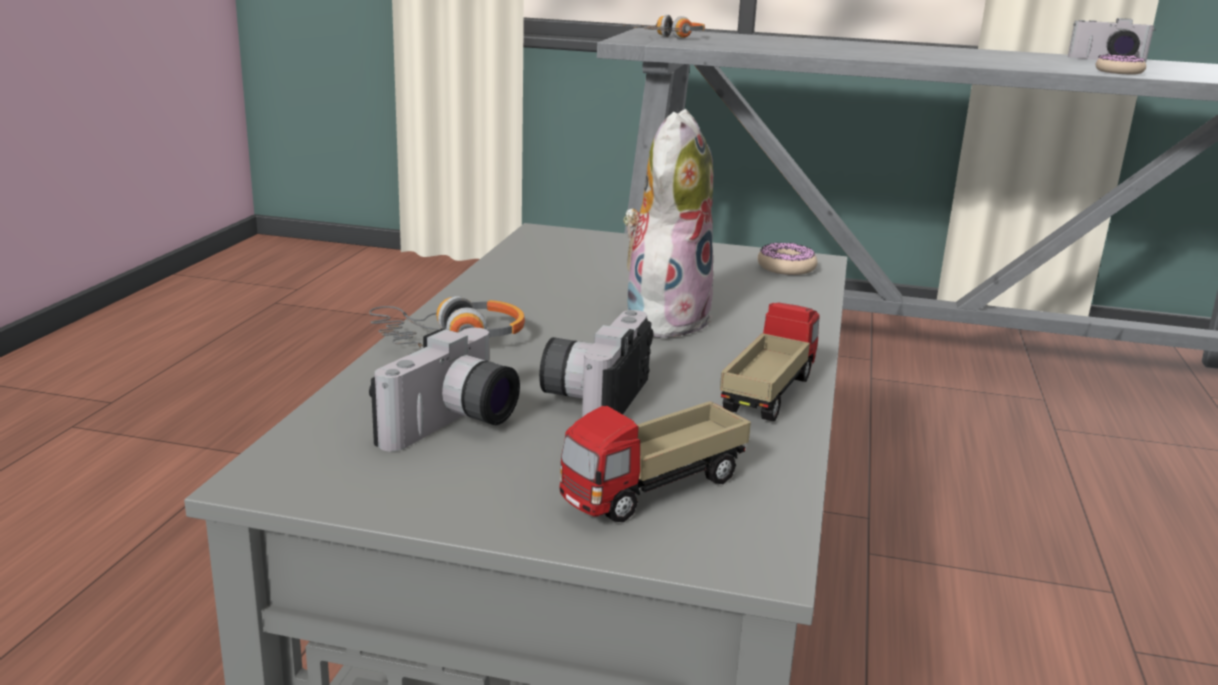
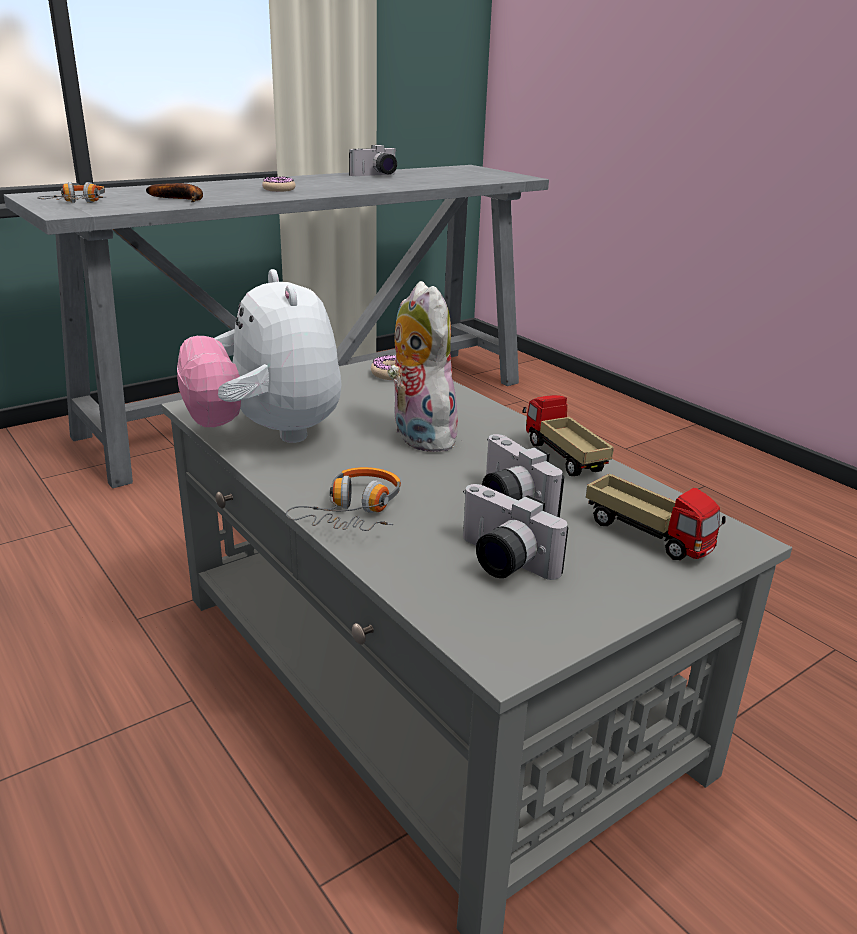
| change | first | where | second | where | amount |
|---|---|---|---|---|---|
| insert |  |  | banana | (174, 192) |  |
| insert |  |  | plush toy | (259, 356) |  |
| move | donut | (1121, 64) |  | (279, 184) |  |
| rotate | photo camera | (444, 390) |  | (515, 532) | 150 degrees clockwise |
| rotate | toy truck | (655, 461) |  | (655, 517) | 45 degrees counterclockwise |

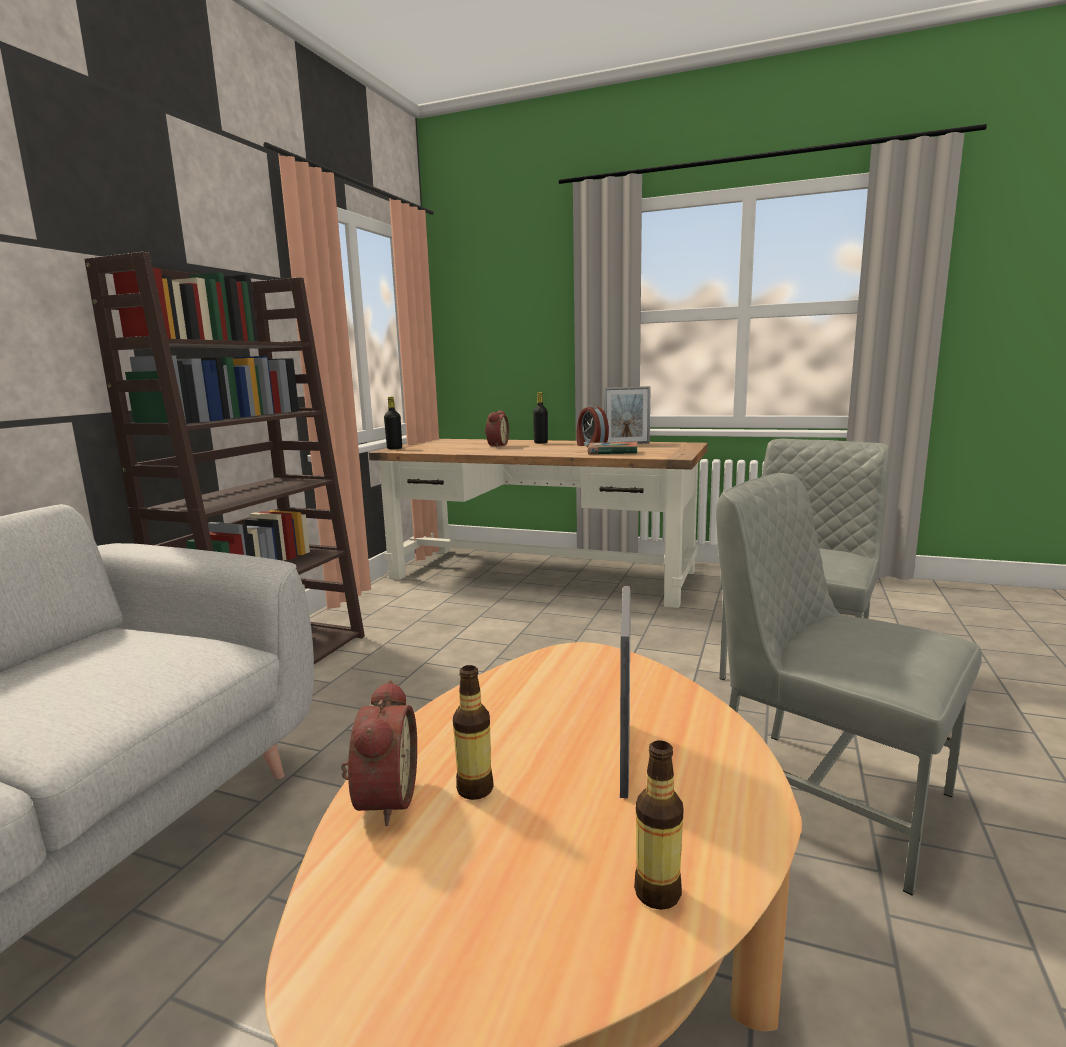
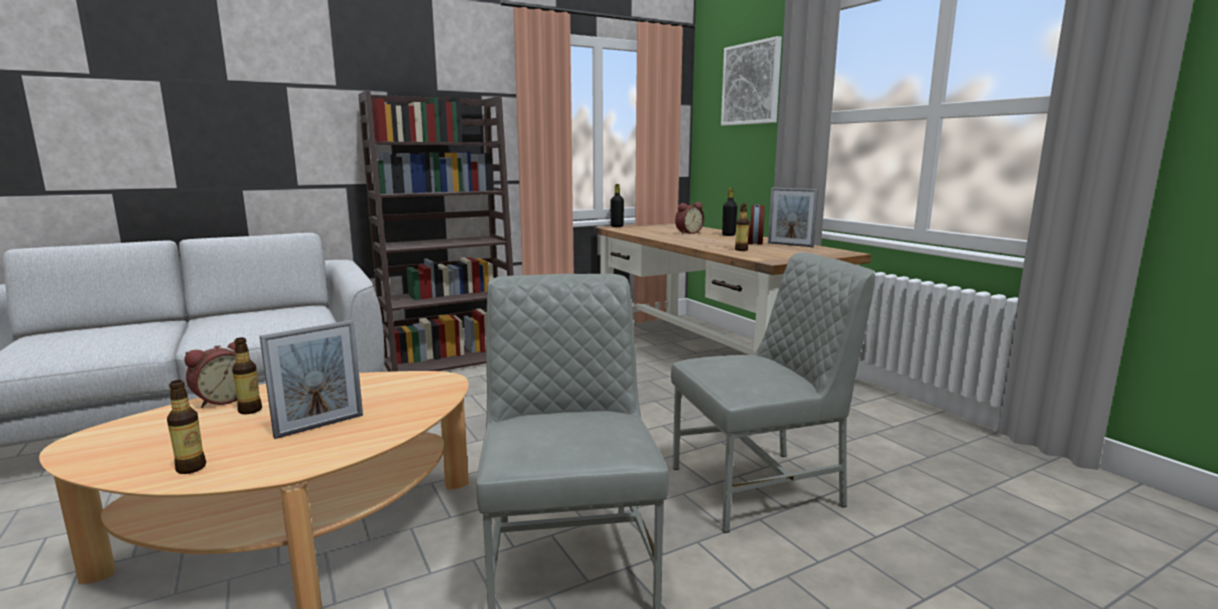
| change | first | where | second | where | amount |
|---|---|---|---|---|---|
| insert |  |  | picture | (751, 81) |  |
| replace | book | (612, 447) | bottle | (742, 227) |  |

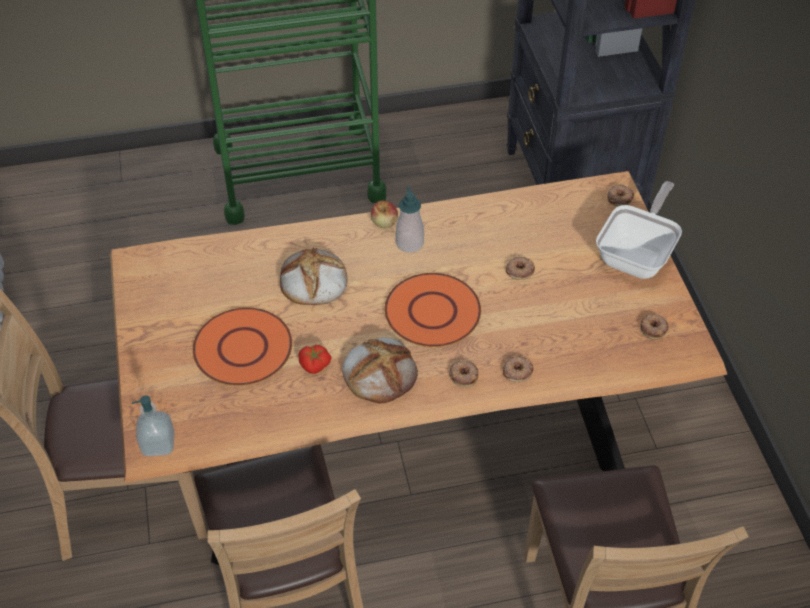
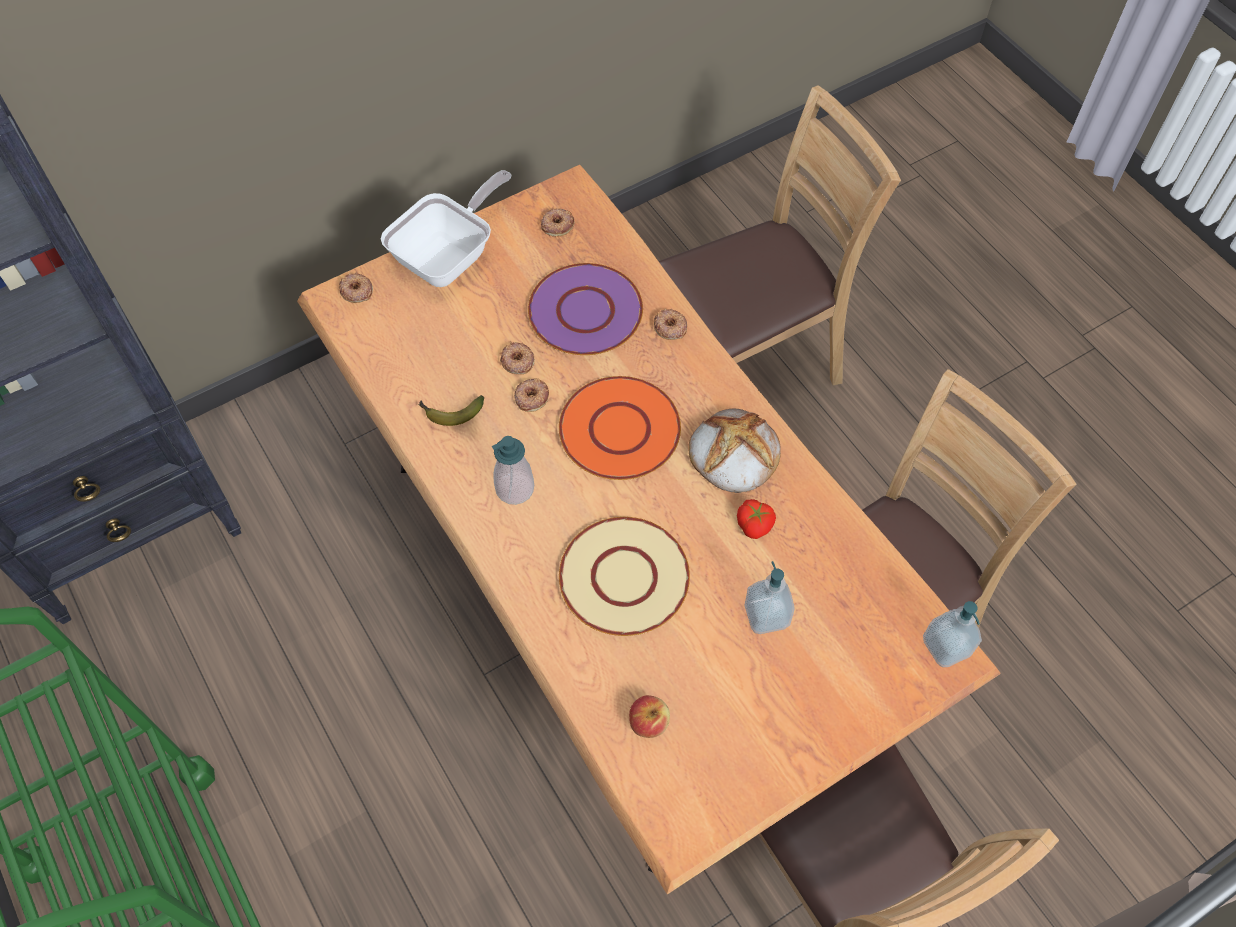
| change | first | where | second | where | amount |
|---|---|---|---|---|---|
| insert |  |  | banana | (451, 410) |  |
| insert |  |  | purple plate | (585, 309) |  |
| move | apple | (384, 214) |  | (649, 716) |  |
| move | donut | (463, 374) |  | (531, 395) |  |
| replace | orange plate | (242, 346) | soap dispenser | (769, 597) |  |
| replace | bread | (314, 276) | beige plate | (624, 576) |  |
| rotate | frying pan | (639, 230) |  | (446, 228) | 120 degrees clockwise |

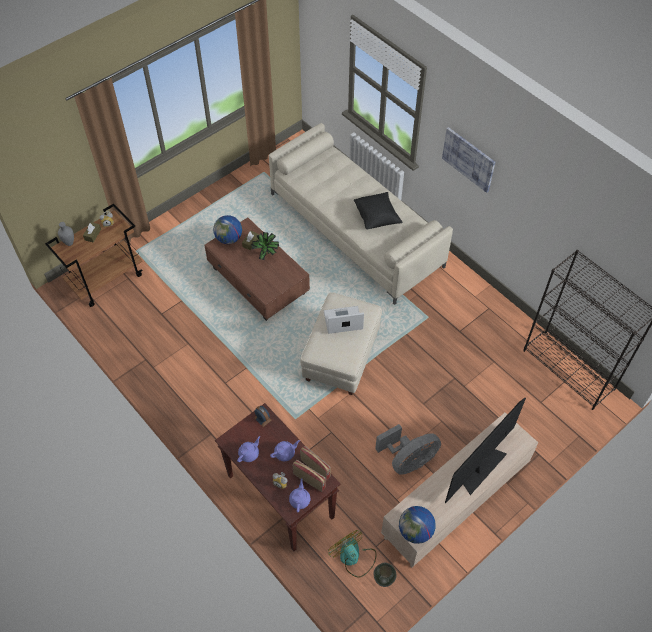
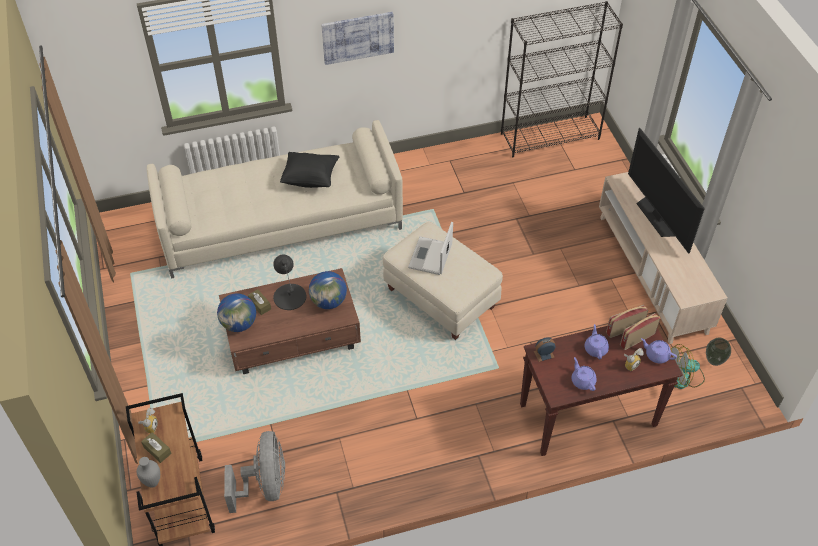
| change | first | where | second | where | amount |
|---|---|---|---|---|---|
| move | grey fan | (408, 449) |  | (254, 472) |  |
| move | globe | (417, 525) |  | (328, 290) |  |
| replace | potted plant | (265, 246) | black table lamp | (289, 282) |  |

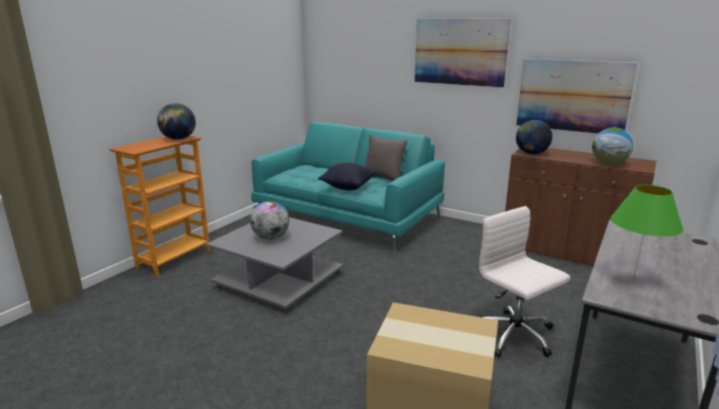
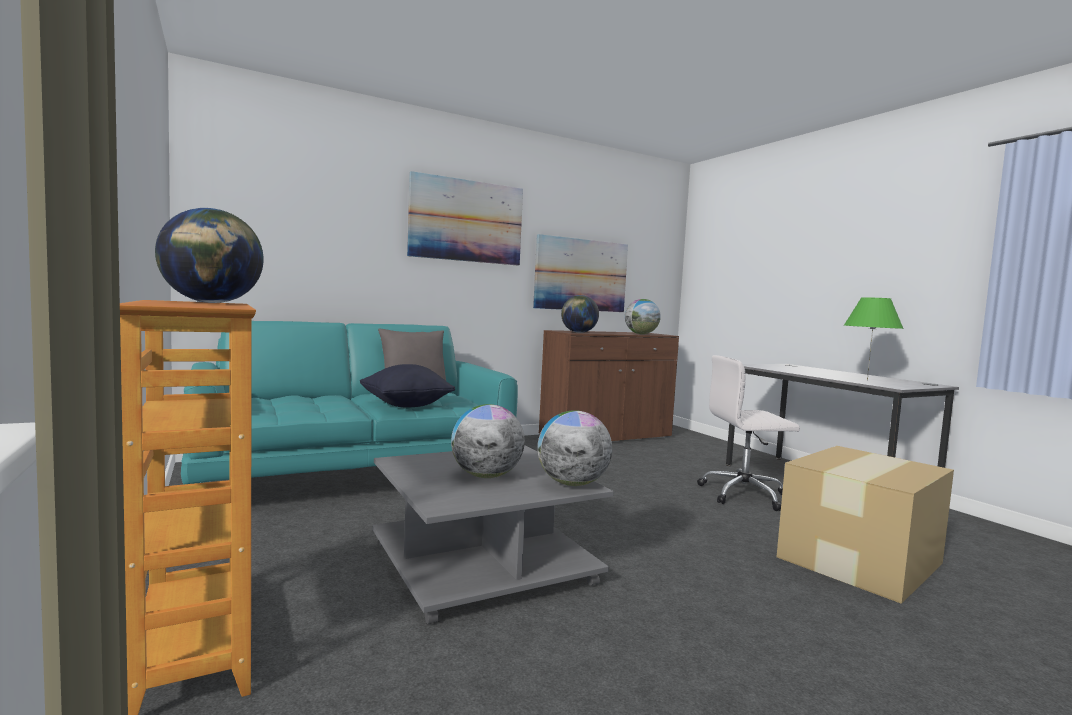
| change | first | where | second | where | amount |
|---|---|---|---|---|---|
| insert |  |  | globe | (574, 448) |  |

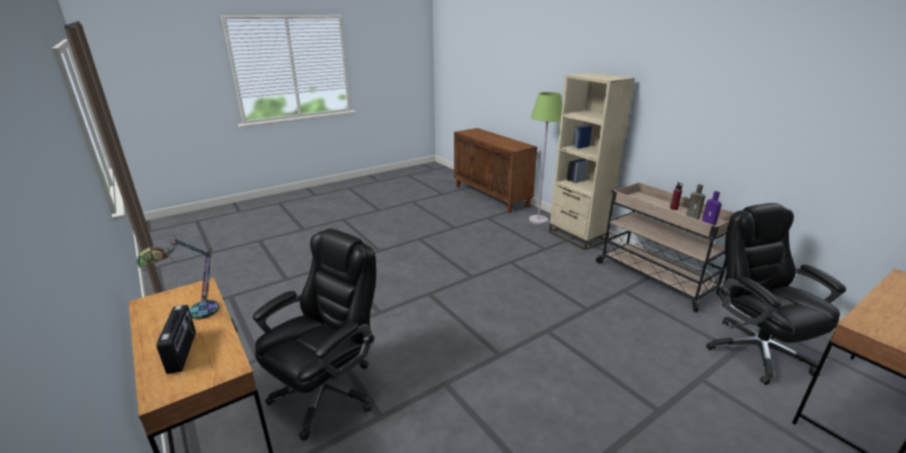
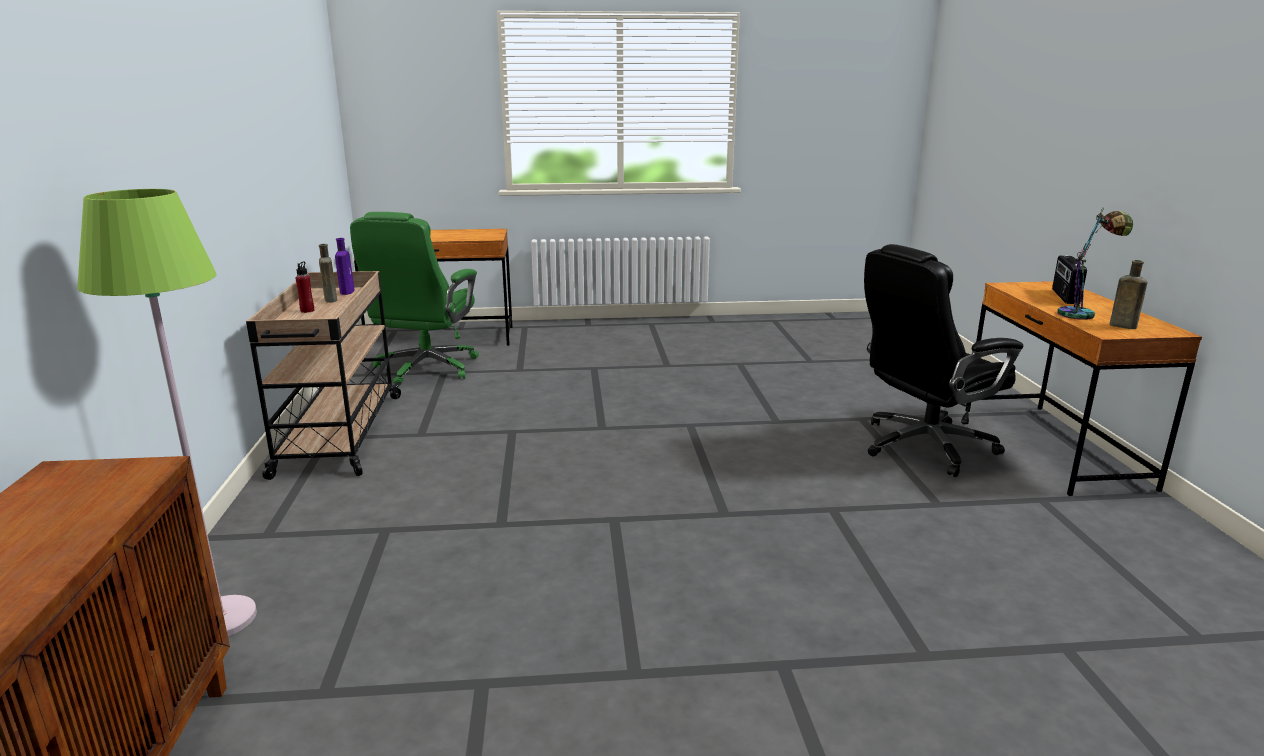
| change | first | where | second | where | amount |
|---|---|---|---|---|---|
| delete | beige bookcase | (592, 161) |  |  |  |
| insert |  |  | brown bottle | (1128, 294) |  |
| recolor | black office chair | (776, 294) | green office chair | (414, 299) |  |

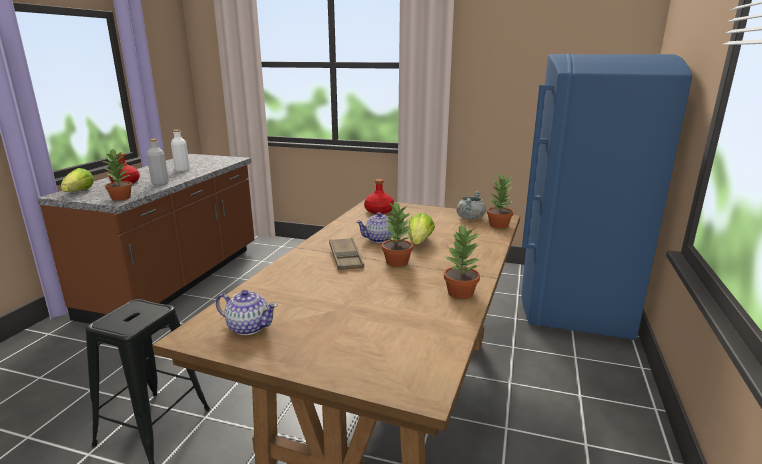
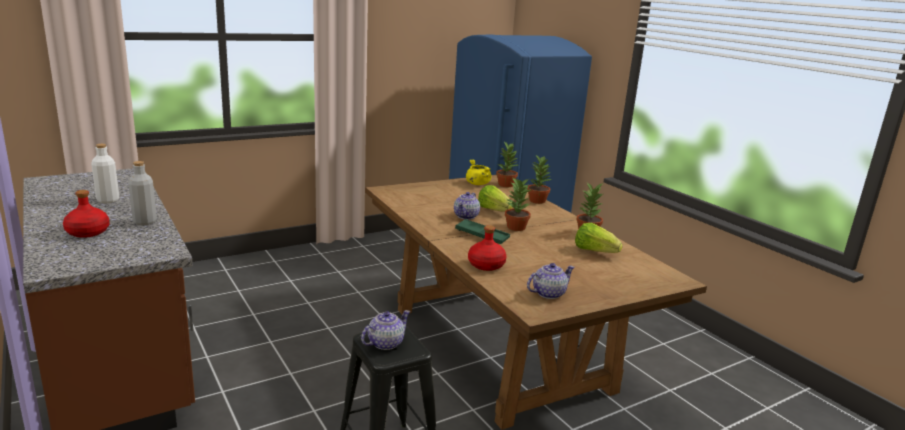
| change | first | where | second | where | amount |
|---|---|---|---|---|---|
| insert |  |  | teapot | (385, 330) |  |
| move | lettuce | (77, 180) |  | (599, 238) |  |
| move | potted plant | (117, 175) |  | (539, 179) |  |
| move | red bottle | (379, 196) |  | (487, 248) |  |
| recolor | brown tray | (346, 254) | green tray | (482, 231) |  |
| recolor | grey cooking pot | (471, 205) | yellow cooking pot | (479, 172) |  |

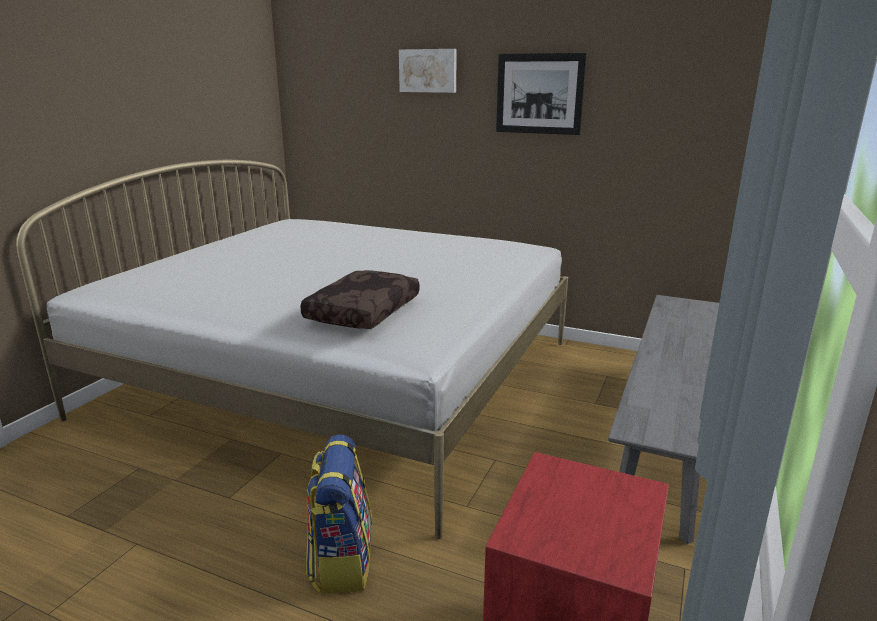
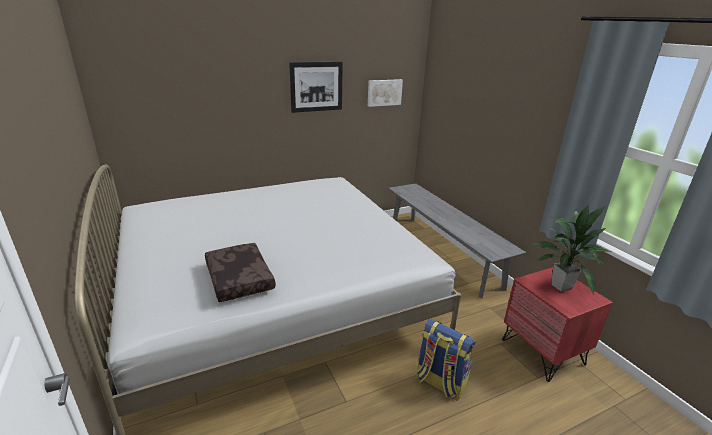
| change | first | where | second | where | amount |
|---|---|---|---|---|---|
| insert |  |  | potted plant | (572, 249) |  |
| move | brown pillow | (360, 299) |  | (240, 272) |  |
| move | picture | (428, 71) |  | (385, 93) |  |

